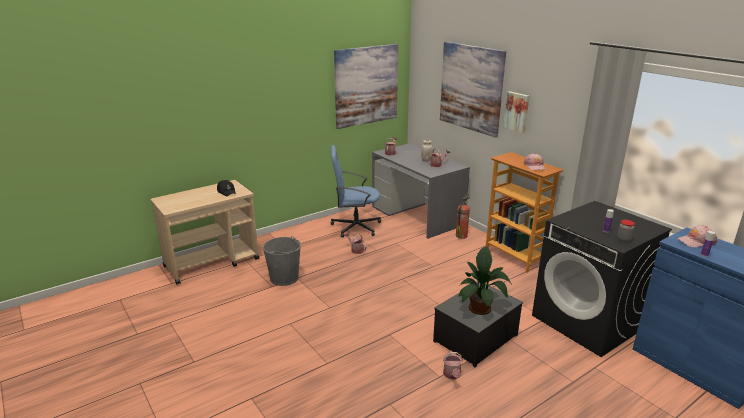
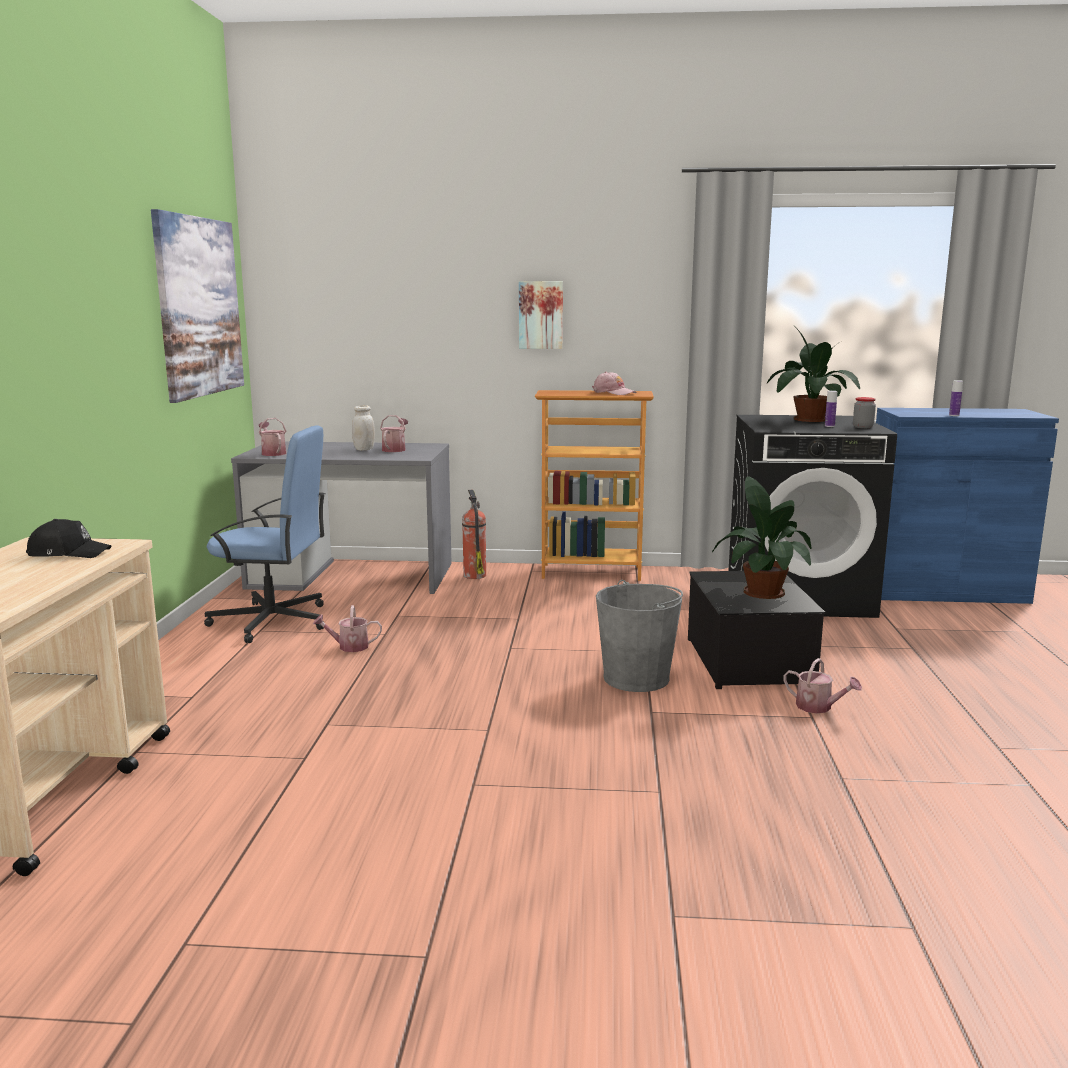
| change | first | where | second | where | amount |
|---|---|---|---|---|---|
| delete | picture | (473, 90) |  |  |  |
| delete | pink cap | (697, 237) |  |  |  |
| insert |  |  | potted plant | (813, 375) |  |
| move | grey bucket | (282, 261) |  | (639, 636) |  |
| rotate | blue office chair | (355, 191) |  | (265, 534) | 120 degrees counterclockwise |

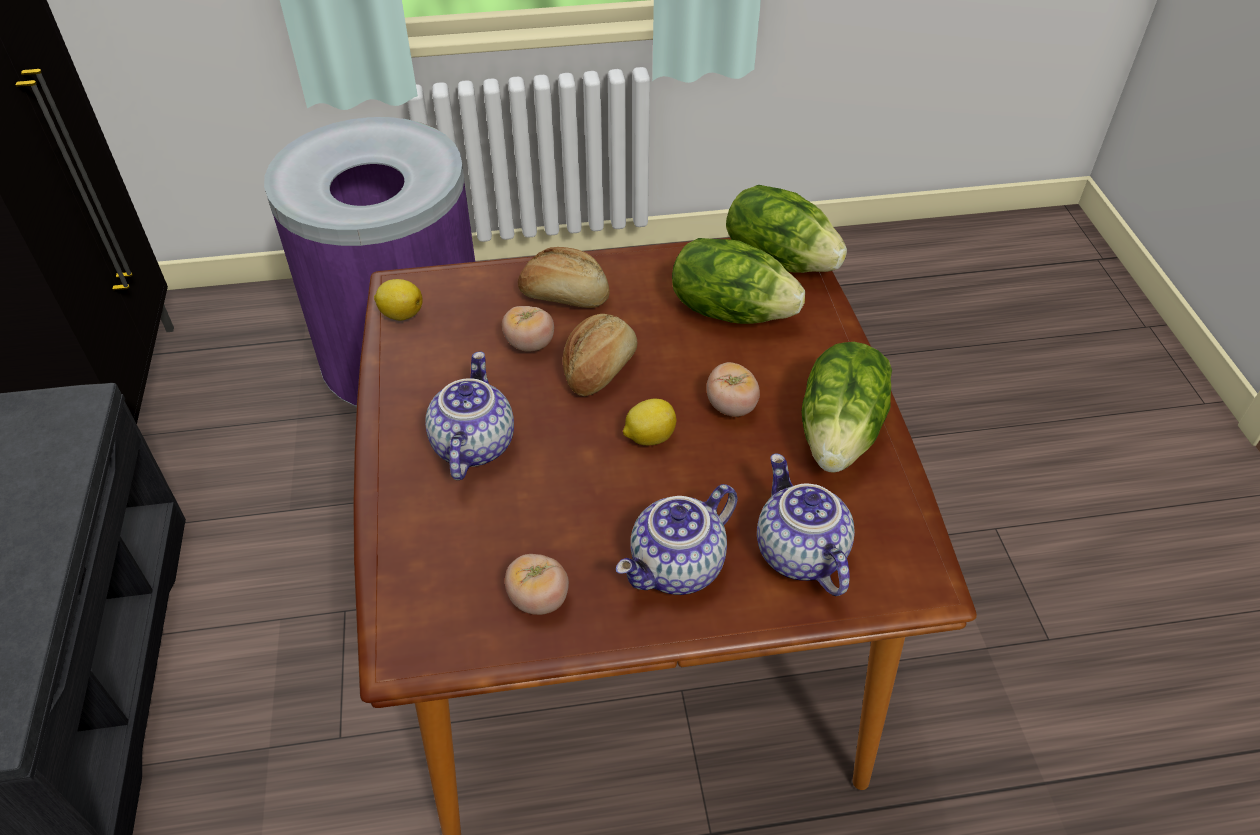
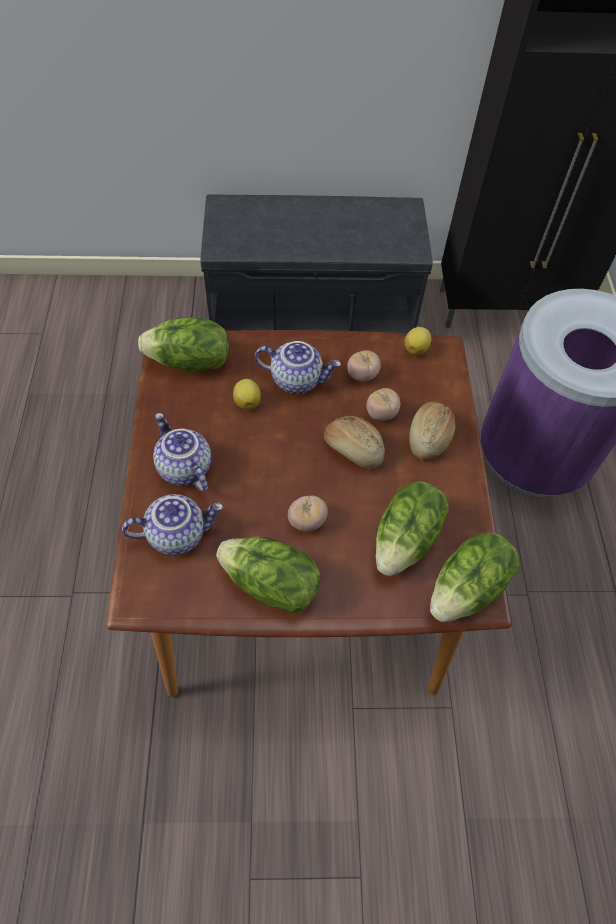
| change | first | where | second | where | amount |
|---|---|---|---|---|---|
| insert |  |  | lettuce | (183, 345) |  |
| move | tomato | (537, 584) |  | (364, 366) |  |
| move | lemon | (650, 422) |  | (247, 394) |  |

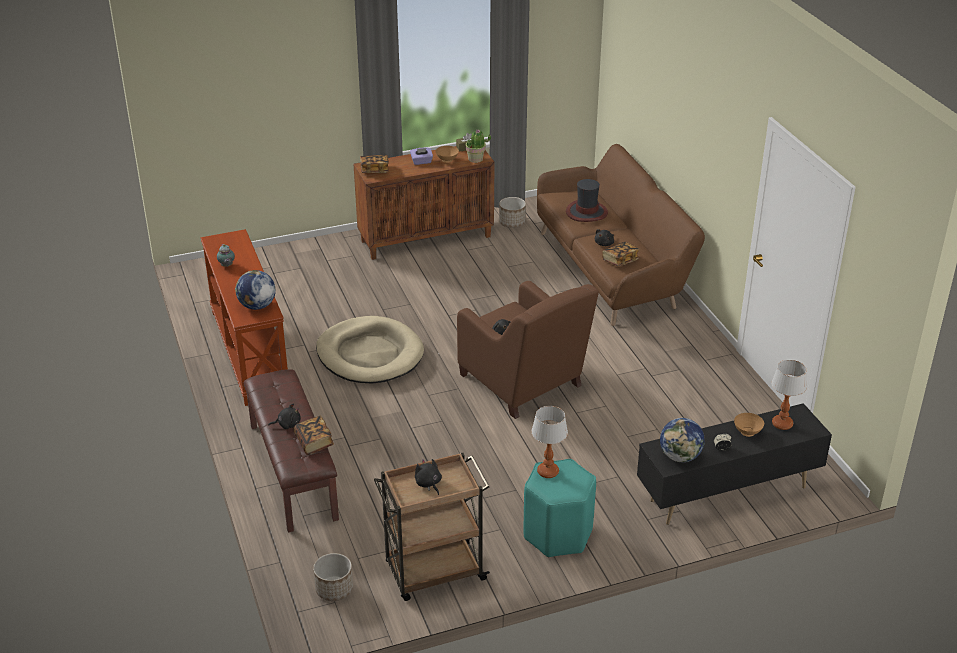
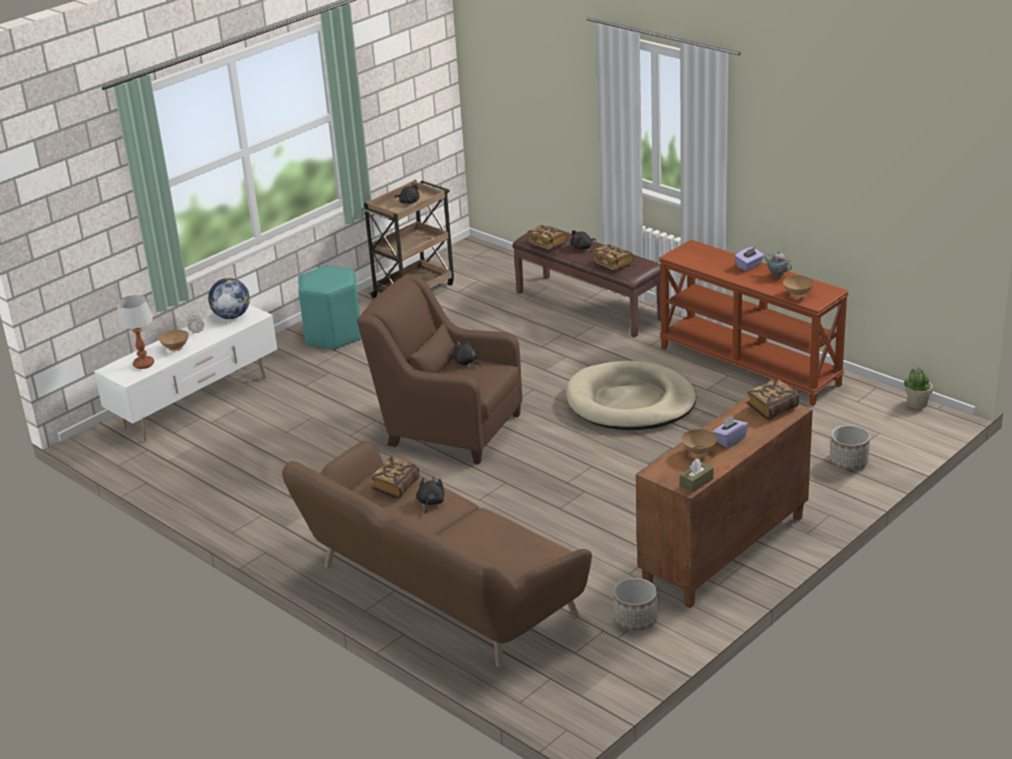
| change | first | where | second | where | amount |
|---|---|---|---|---|---|
| delete | globe | (255, 290) |  |  |  |
| delete | table lamp | (549, 442) |  |  |  |
| delete | hat | (587, 200) |  |  |  |
| insert |  |  | book | (613, 257) |  |
| insert |  |  | purple tissue box | (749, 259) |  |
| insert |  |  | brown bowl | (798, 287) |  |
| move | planter | (333, 577) |  | (850, 447) |  |
| move | potted plant | (478, 146) |  | (918, 388) |  |
| recolor | black tv stand | (734, 464) | white tv stand | (185, 373) |  |

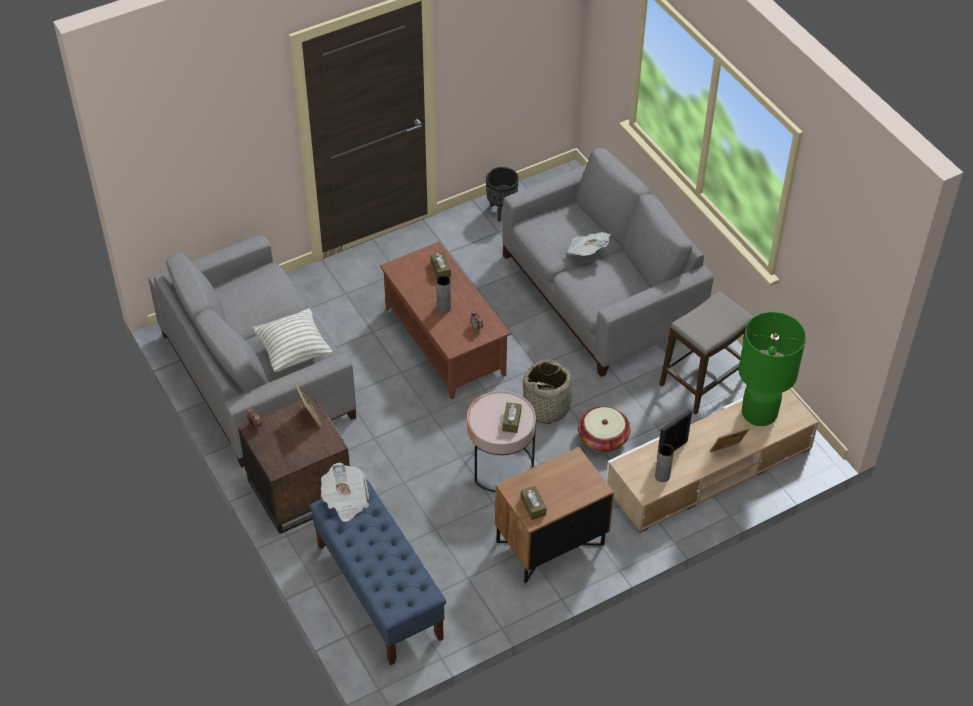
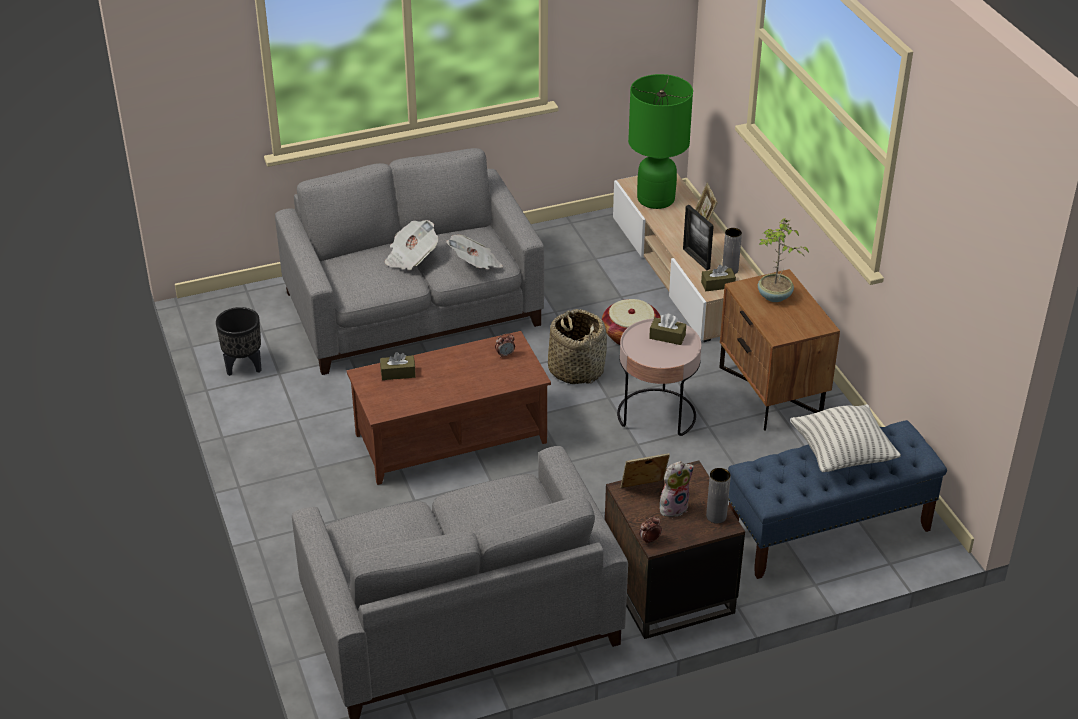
| change | first | where | second | where | amount |
|---|---|---|---|---|---|
| delete | stool | (706, 353) |  |  |  |
| insert |  |  | plush toy | (677, 489) |  |
| insert |  |  | potted plant | (783, 260) |  |
| move | pillow | (292, 340) |  | (845, 438) |  |
| move | newspaper | (345, 492) |  | (474, 251) |  |
| move | grey vase | (443, 294) |  | (718, 495) |  |
| move | brown tissue box | (533, 503) |  | (718, 277) |  |

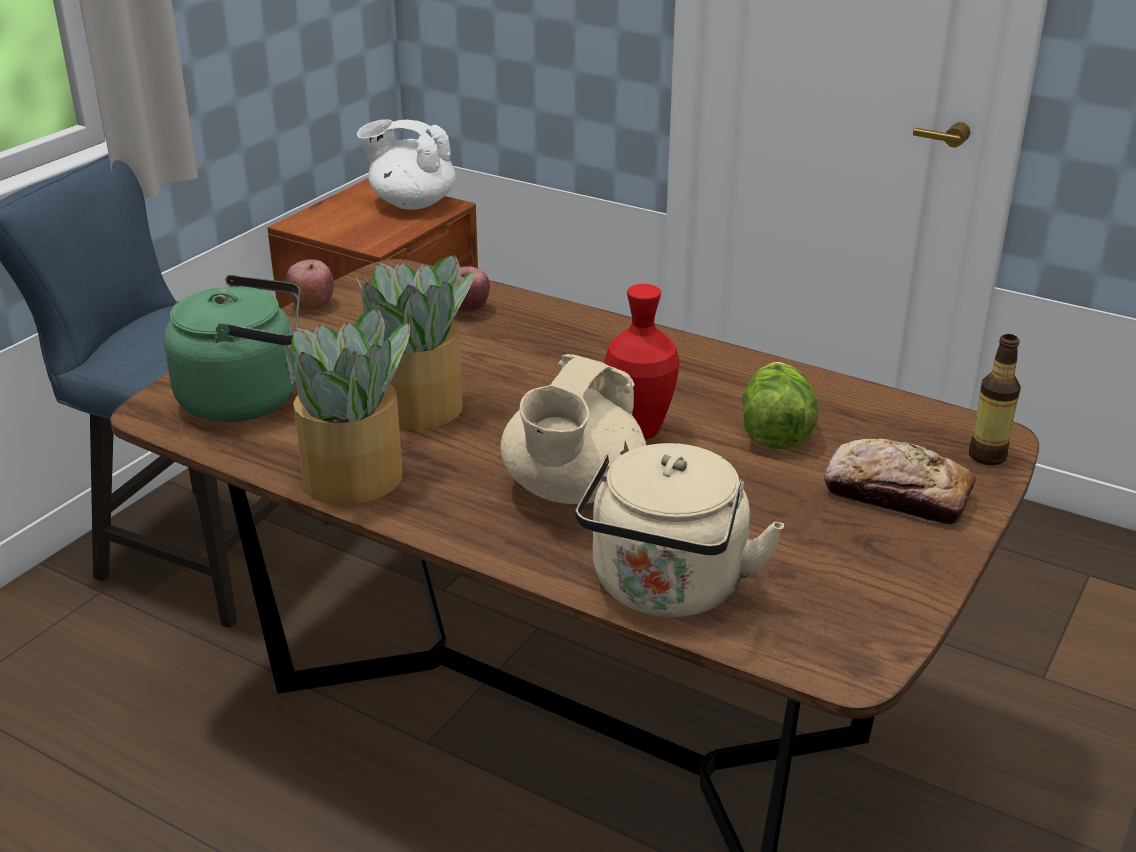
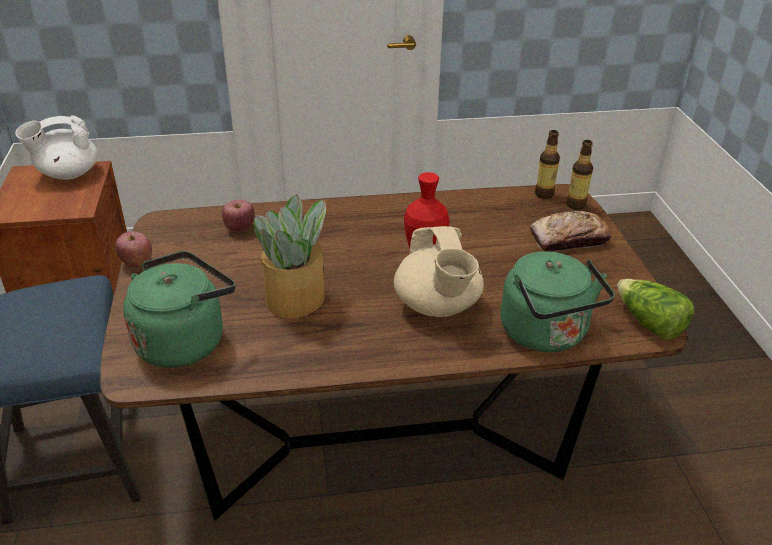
| change | first | where | second | where | amount |
|---|---|---|---|---|---|
| delete | potted plant | (347, 407) |  |  |  |
| insert |  |  | bottle | (547, 164) |  |
| move | lettuce | (780, 405) |  | (656, 309) |  |
| recolor | beige kettle | (679, 530) | green kettle | (558, 301) |  |

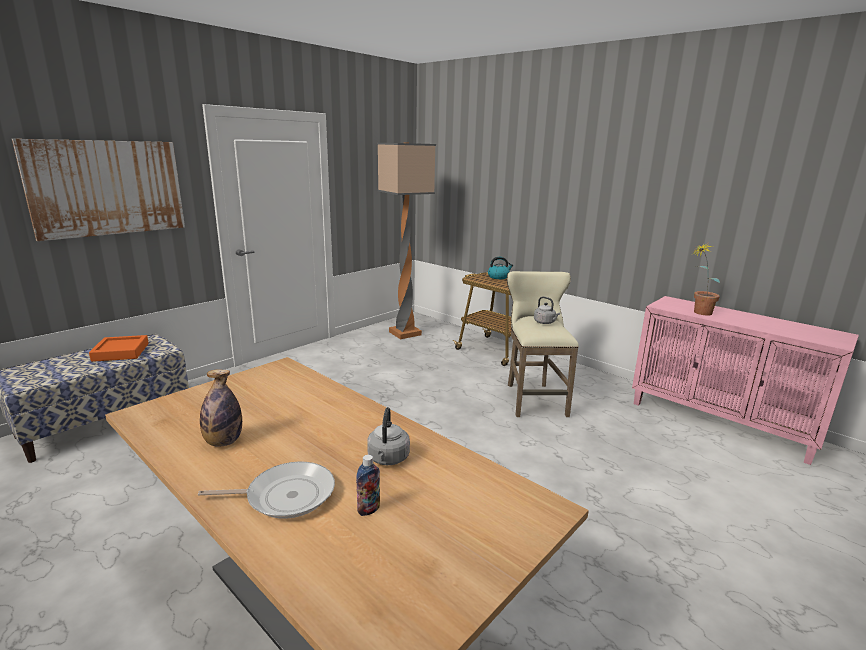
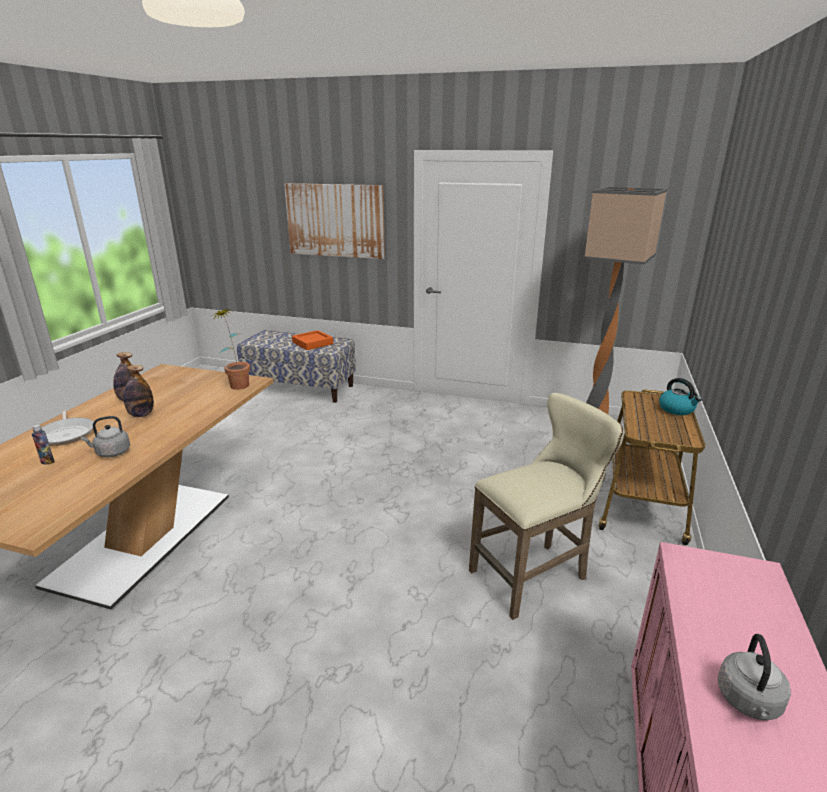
| change | first | where | second | where | amount |
|---|---|---|---|---|---|
| insert |  |  | bottle | (139, 391) |  |
| move | grey kettle | (547, 310) |  | (754, 677) |  |
| move | potted plant | (706, 279) |  | (230, 349) |  |

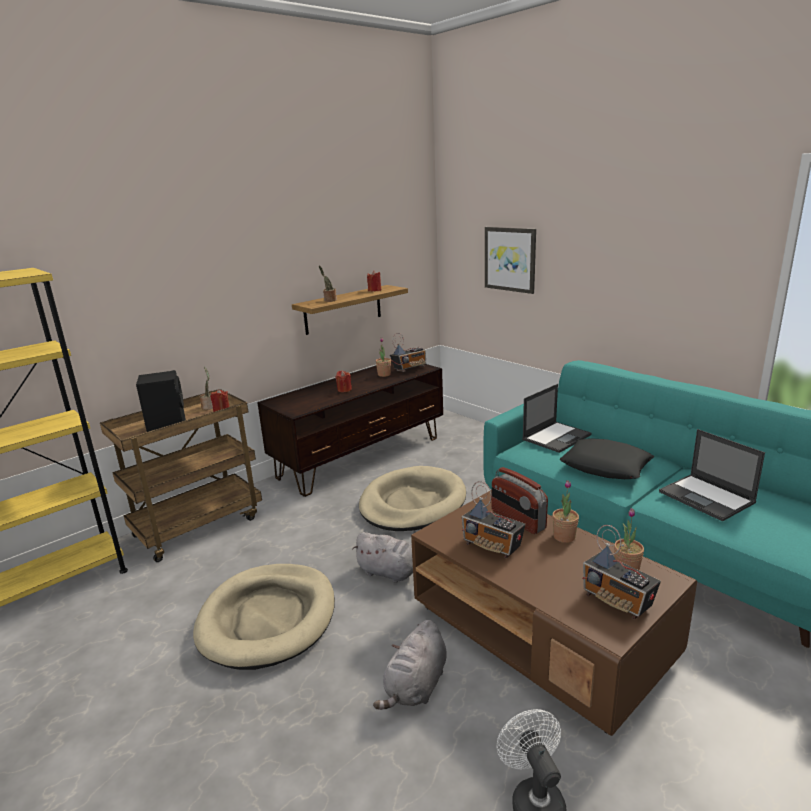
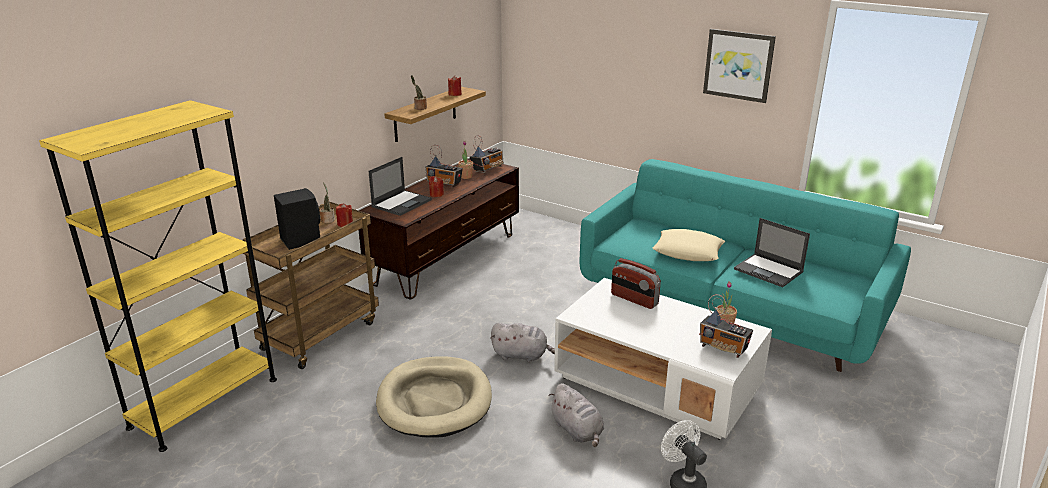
| change | first | where | second | where | amount |
|---|---|---|---|---|---|
| delete | beige dog bed | (412, 498) |  |  |  |
| delete | potted plant | (565, 511) |  |  |  |
| move | radio | (494, 520) |  | (444, 166) |  |
| move | picture | (510, 260) |  | (739, 66) |  |
| move | laptop | (557, 418) |  | (400, 186) |  |
| recolor | brown coffee table | (554, 613) | white coffee table | (663, 359) |  |
| recolor | black pillow | (607, 458) | beige pillow | (688, 245) |  |
| rotate | grey plush toy | (409, 665) |  | (576, 415) | 45 degrees counterclockwise |

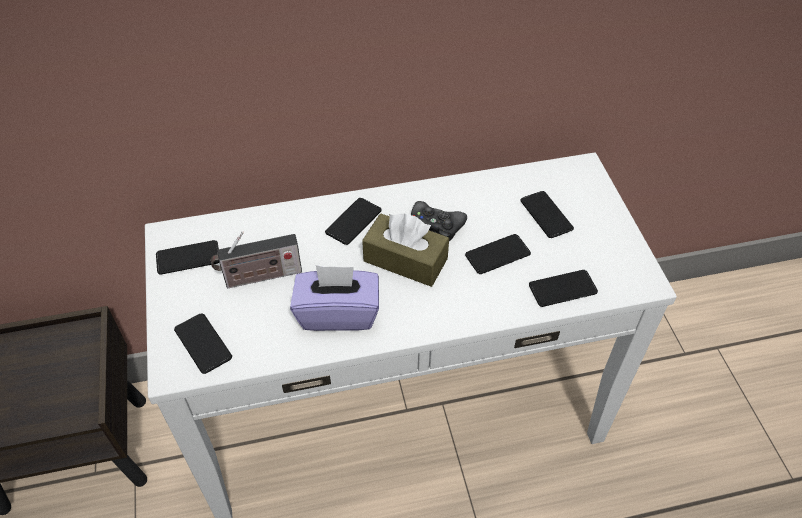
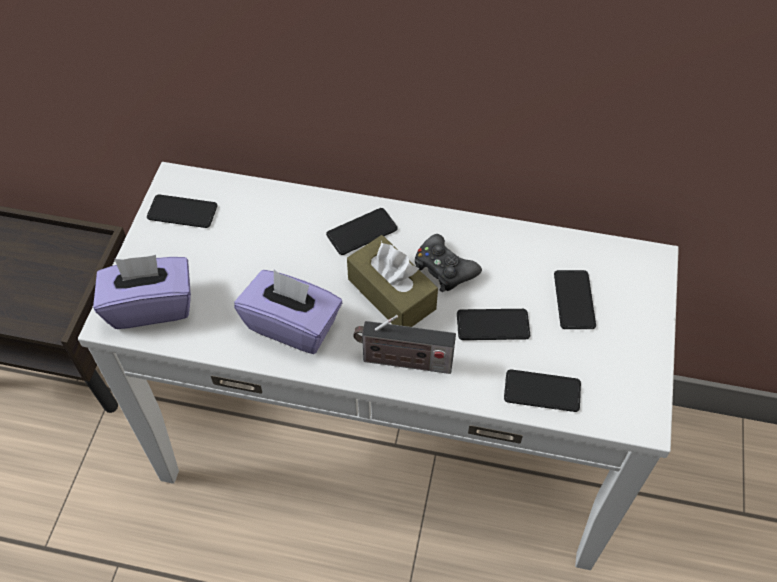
| change | first | where | second | where | amount |
|---|---|---|---|---|---|
| move | radio | (256, 259) |  | (404, 344) |  |
| replace | phone | (203, 343) | purple tissue box | (142, 292) |  |

